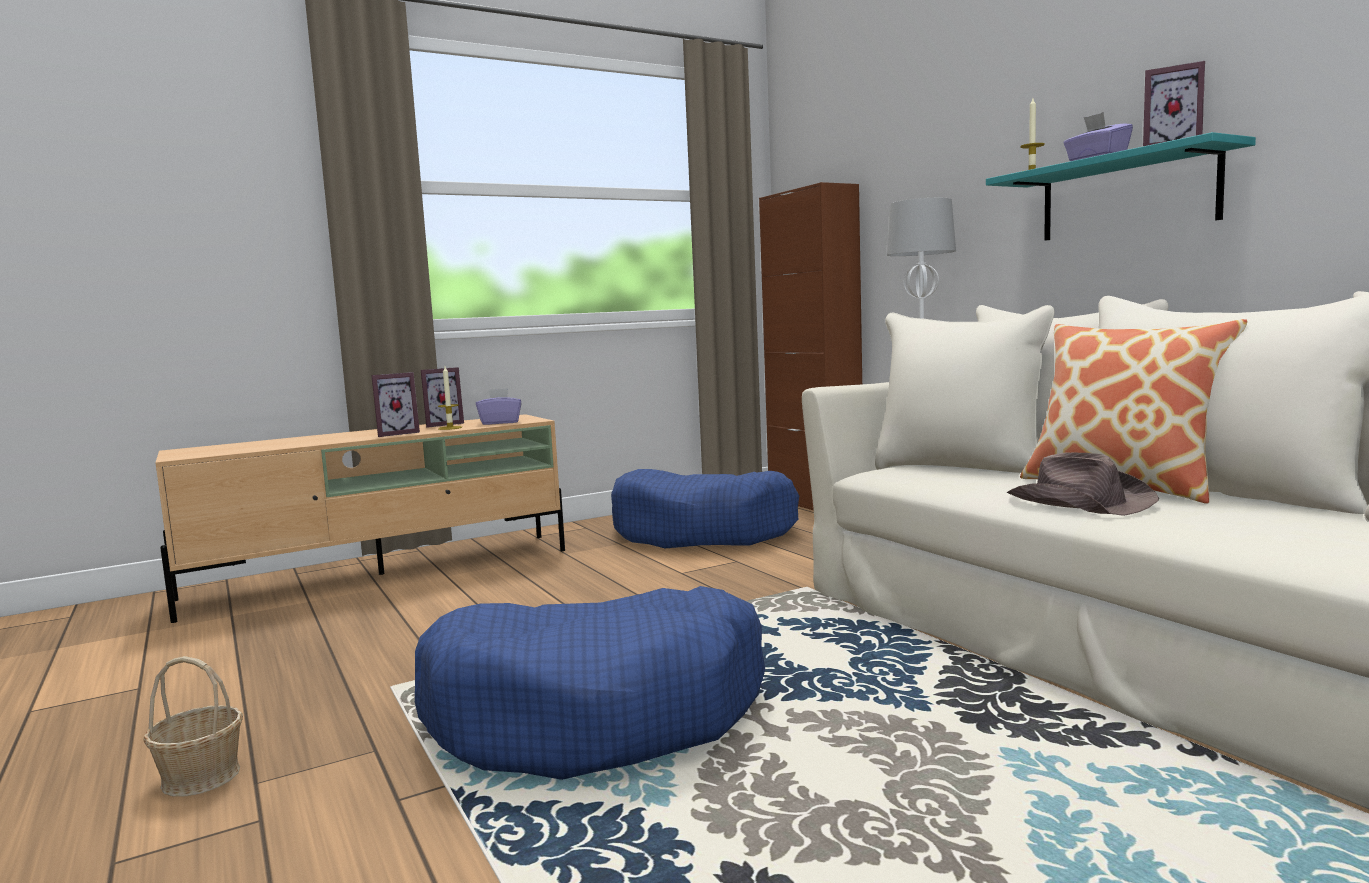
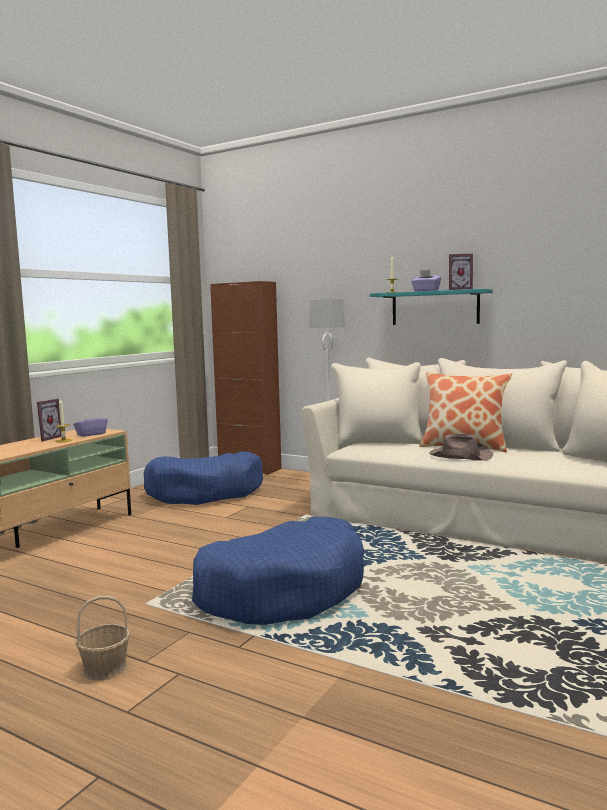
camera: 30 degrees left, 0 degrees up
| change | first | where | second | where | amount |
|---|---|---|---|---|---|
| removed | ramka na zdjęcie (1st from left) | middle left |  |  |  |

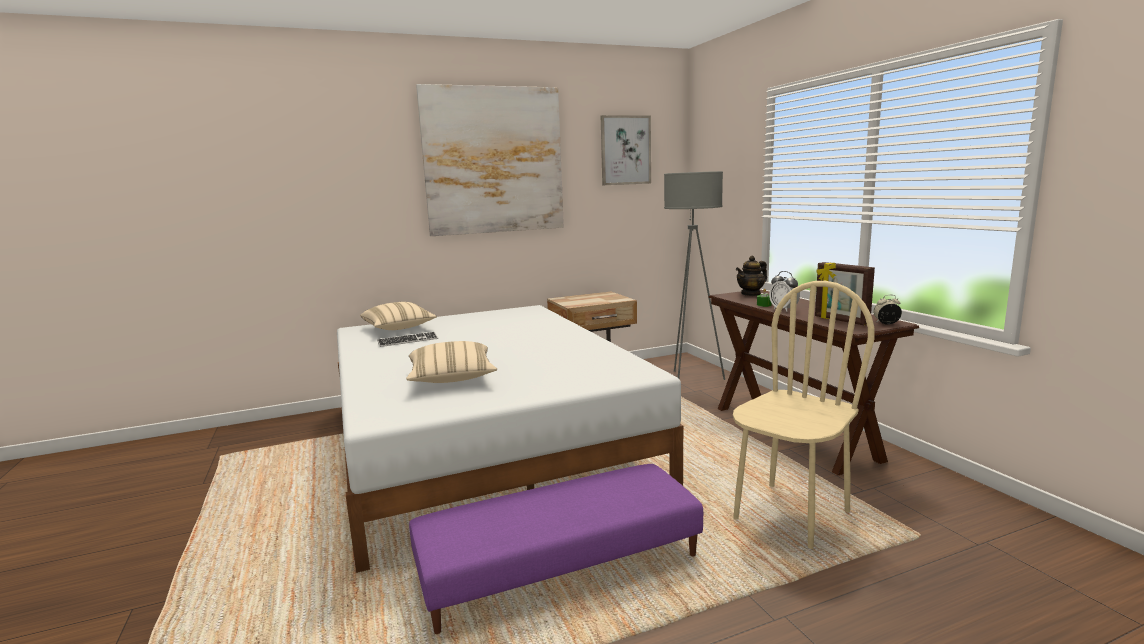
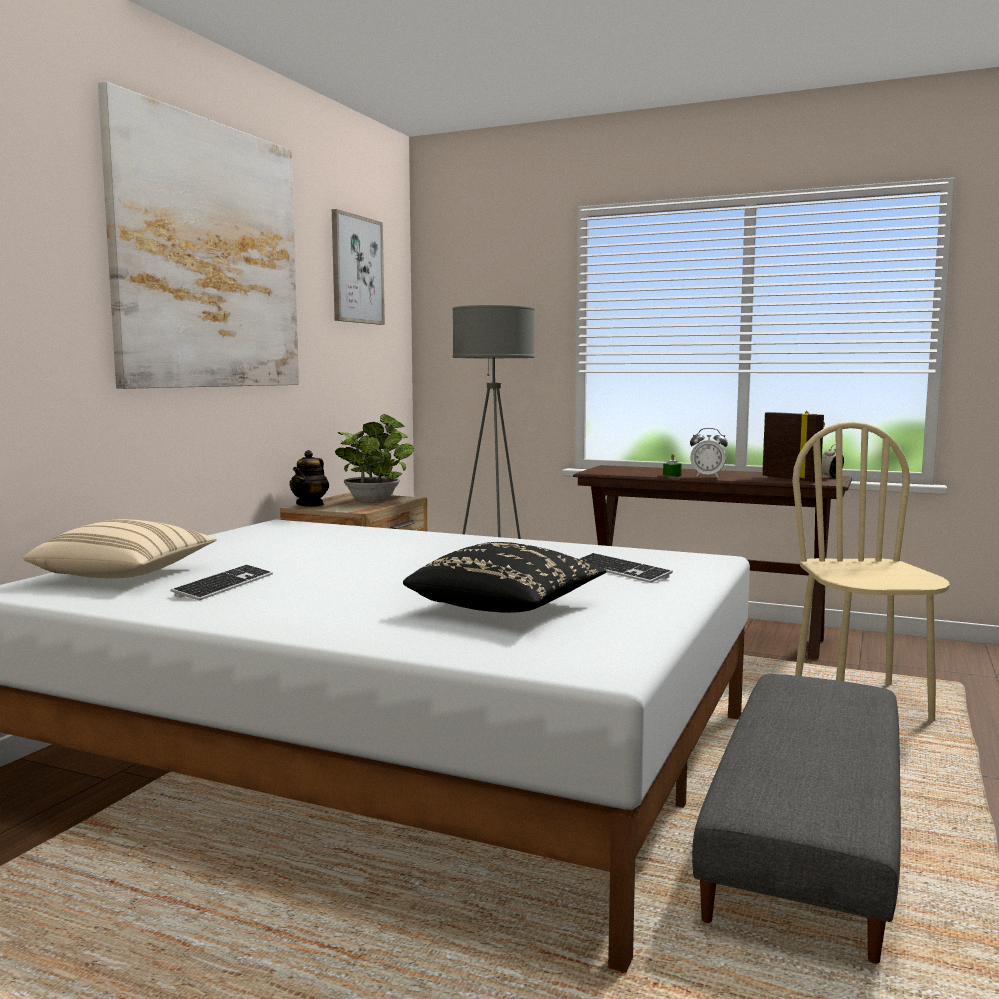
camera: 45 degrees left, 5 degrees down
| change | first | where | second | where | amount |
|---|---|---|---|---|---|
| recoloured | poduszka [beżowy] (2nd from left) | centre | poduszka [czarny] | centre |  |
| recoloured | pufa [fioletowy] | bottom centre | pufa [szary] | bottom right |  |
| moved | imbryk | centre |  | middle left |  |
| turned | ramka na zdjęcie | middle right |  | middle right | 135 degrees counterclockwise |
| added |  |  | roślina doniczkowa | centre |  |
| added |  |  | klawiatura (2nd from left) | centre |  |

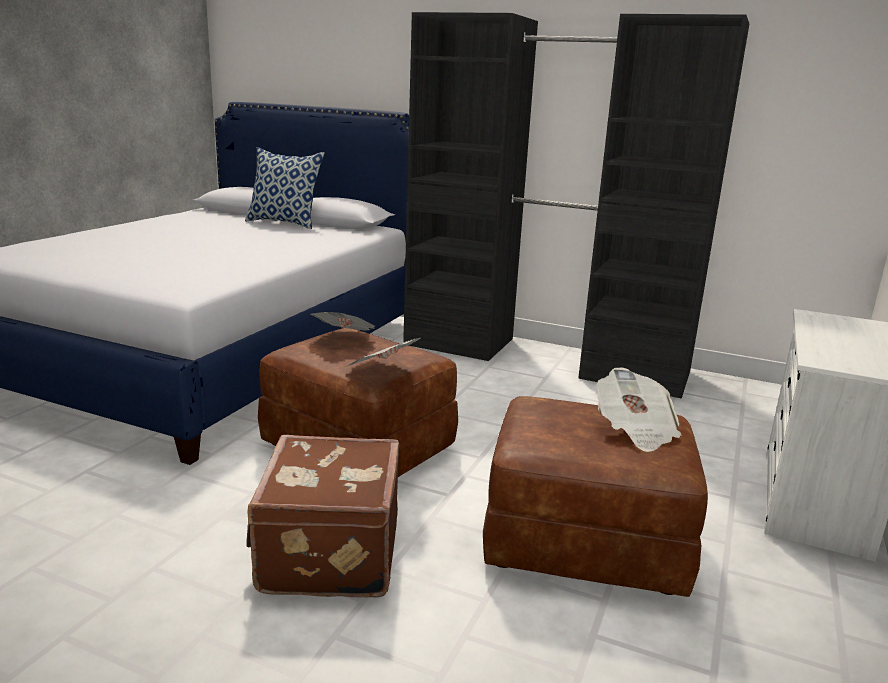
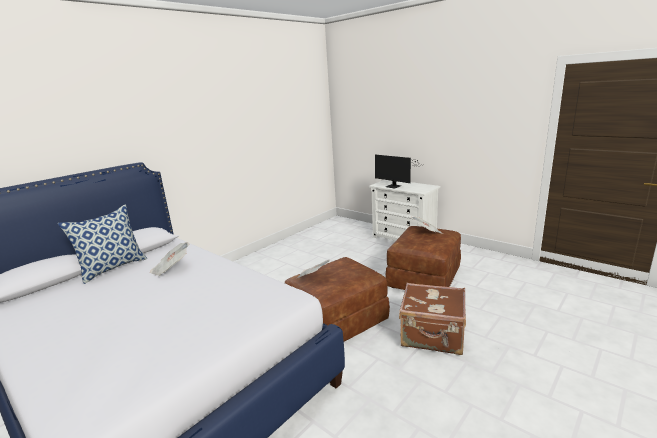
camera: 70 degrees left, 0 degrees up
| change | first | where | second | where | amount |
|---|---|---|---|---|---|
| moved | gazeta (2nd from left in the first image) | centre | gazeta (1st from left) | middle left |  |
| removed | szafa [czarny] | top centre |  |  |  |
| added |  |  | monitor | centre |  |

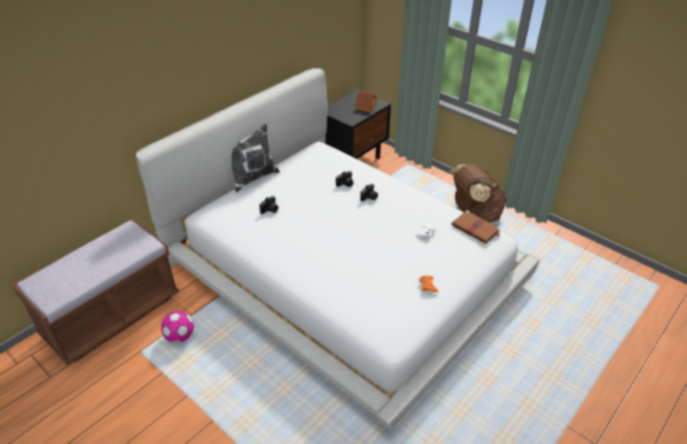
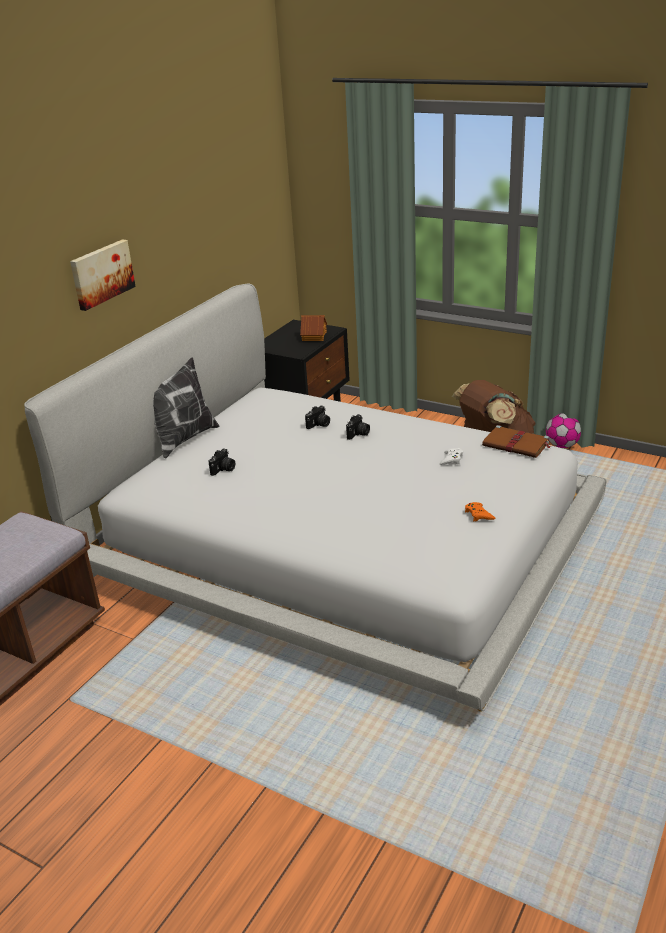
camera: 10 degrees left, 10 degrees down
| change | first | where | second | where | amount |
|---|---|---|---|---|---|
| moved | piłka futbolowa | bottom left |  | middle right |  |
| added |  |  | obraz | top left |  |

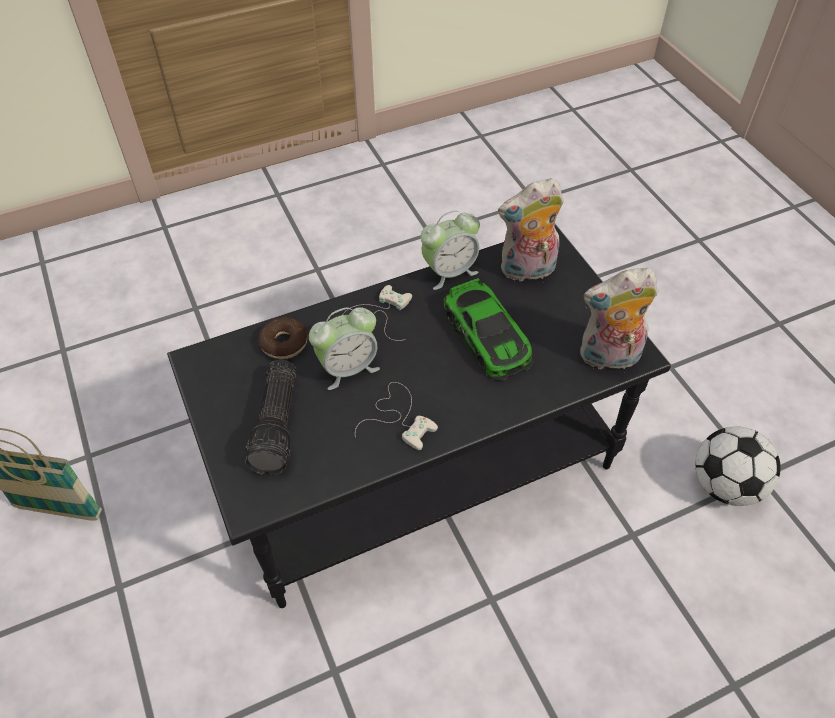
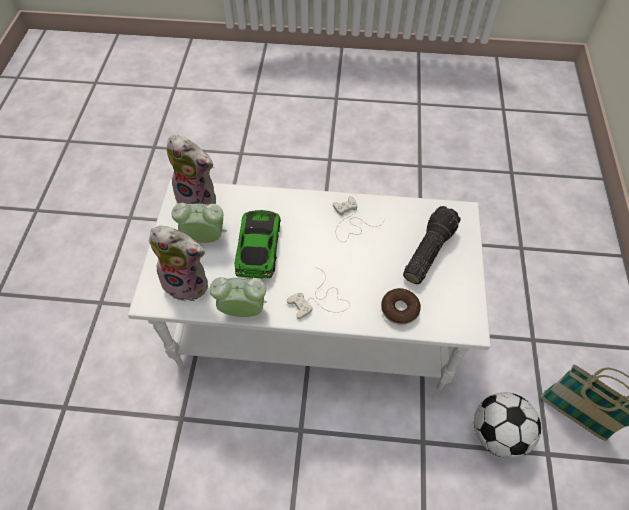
camera: 150 degrees left, 5 degrees up
| change | first | where | second | where | amount |
|---|---|---|---|---|---|
| recoloured | ława [czarny] | centre | ława [biały] | centre |  |
| moved | budzik (1st from left) | centre |  | middle left |  |
| moved | piłka futbolowa | middle right |  | bottom right |  |

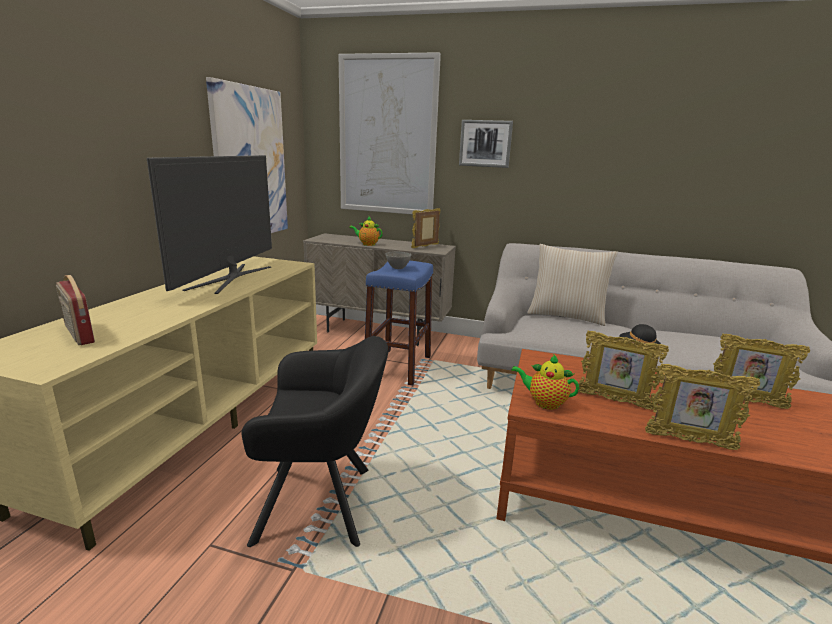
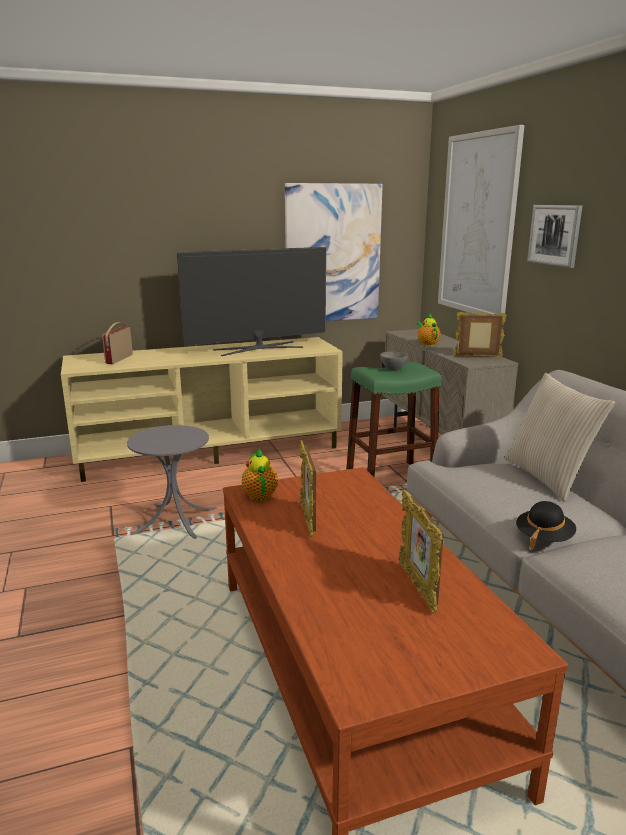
camera: 55 degrees right, 0 degrees up
| change | first | where | second | where | amount |
|---|---|---|---|---|---|
| replaced | fotel [czarny] | bottom centre | stolik [szary] | middle left |  |
| recoloured | stołek [niebieski] | centre | stołek [zielony] | centre |  |
| removed | ramka na zdjęcie (3rd from left) | middle right |  |  |  |

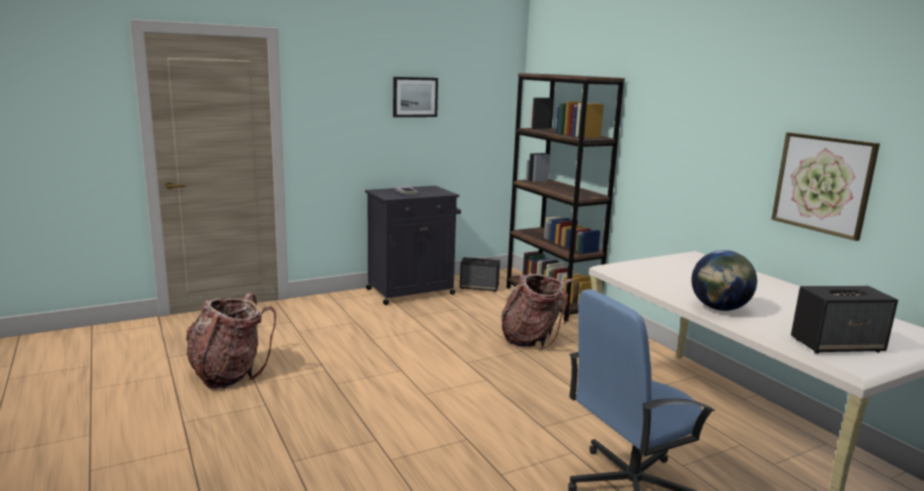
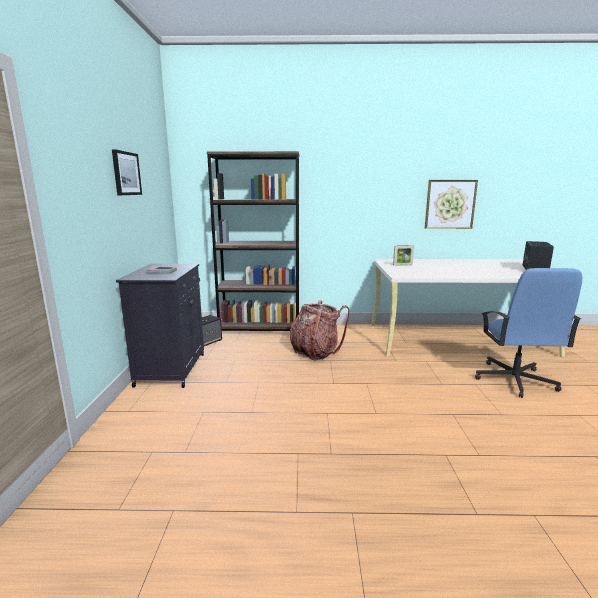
camera: 60 degrees left, 0 degrees up
| change | first | where | second | where | amount |
|---|---|---|---|---|---|
| removed | plecak (1st from left) | bottom left |  |  |  |
| removed | globus | middle right |  |  |  |
| added |  |  | ramka na zdjęcie | middle right |  |

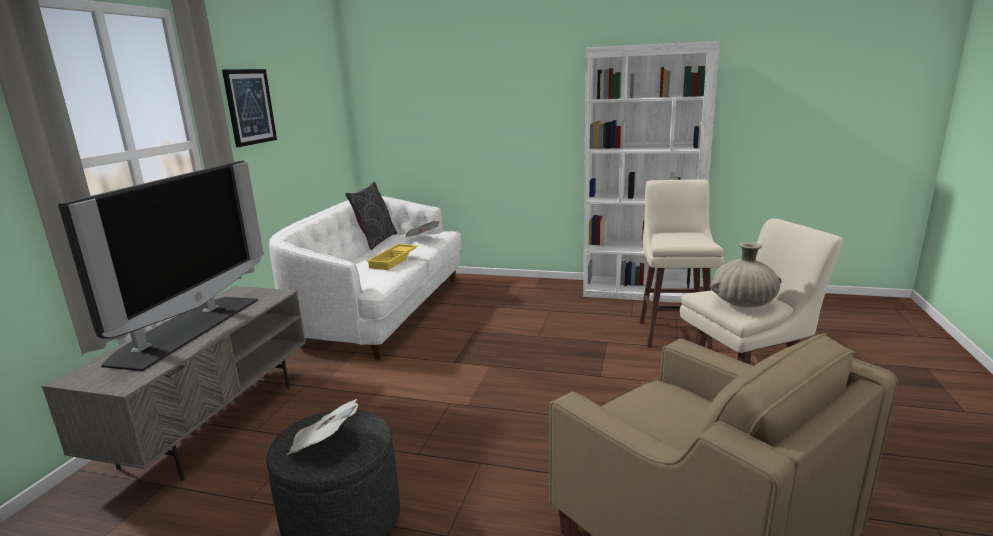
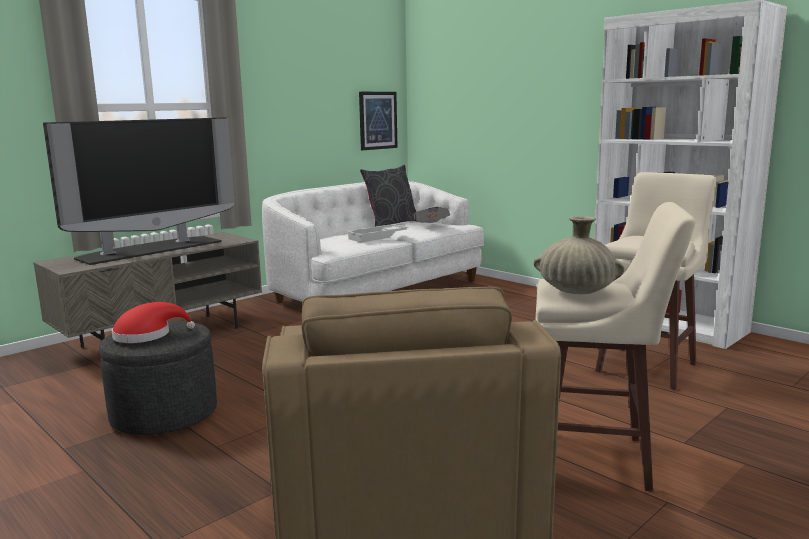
camera: 30 degrees right, 5 degrees down
| change | first | where | second | where | amount |
|---|---|---|---|---|---|
| moved | obraz | top left |  | top centre |  |
| replaced | gazeta (1st from left) | bottom left | kapelusz [czerwony] | middle left |  |
| recoloured | taca [żółty] | centre | taca [biały] | centre |  |

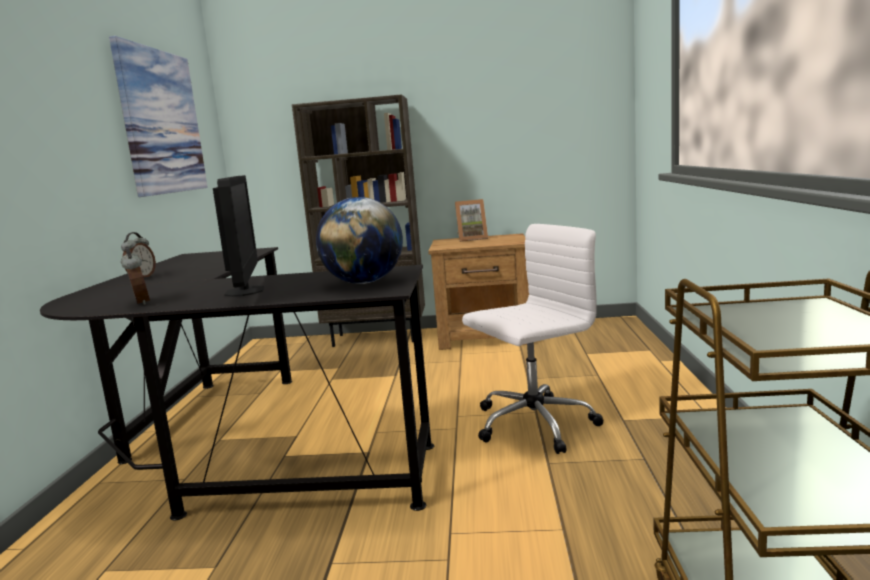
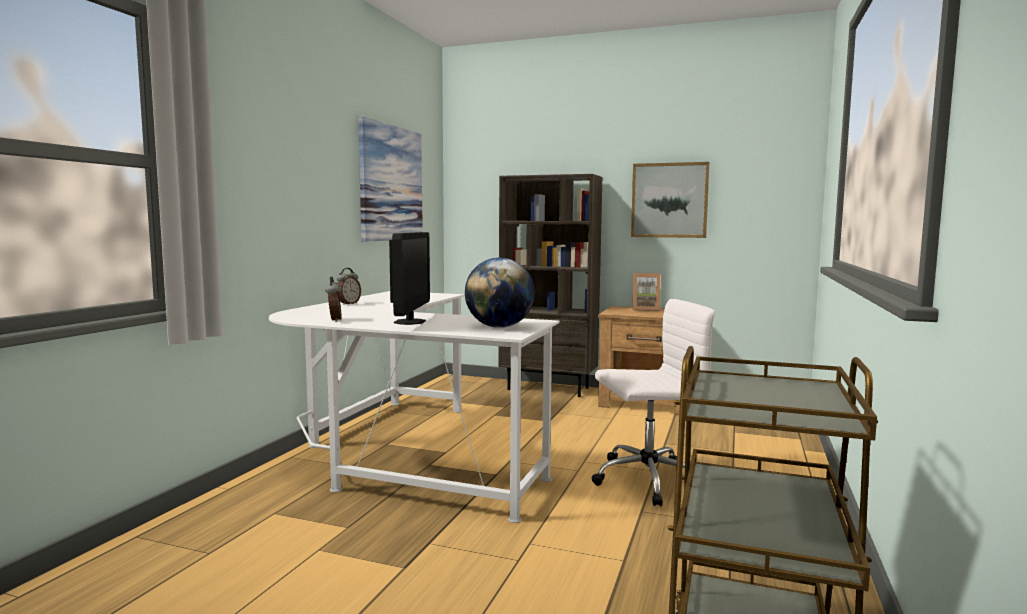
camera: 15 degrees right, 5 degrees down
| change | first | where | second | where | amount |
|---|---|---|---|---|---|
| recoloured | biurko [czarny] | middle left | biurko [biały] | centre |  |
| added |  |  | obraz (2nd from left) | top centre |  |

